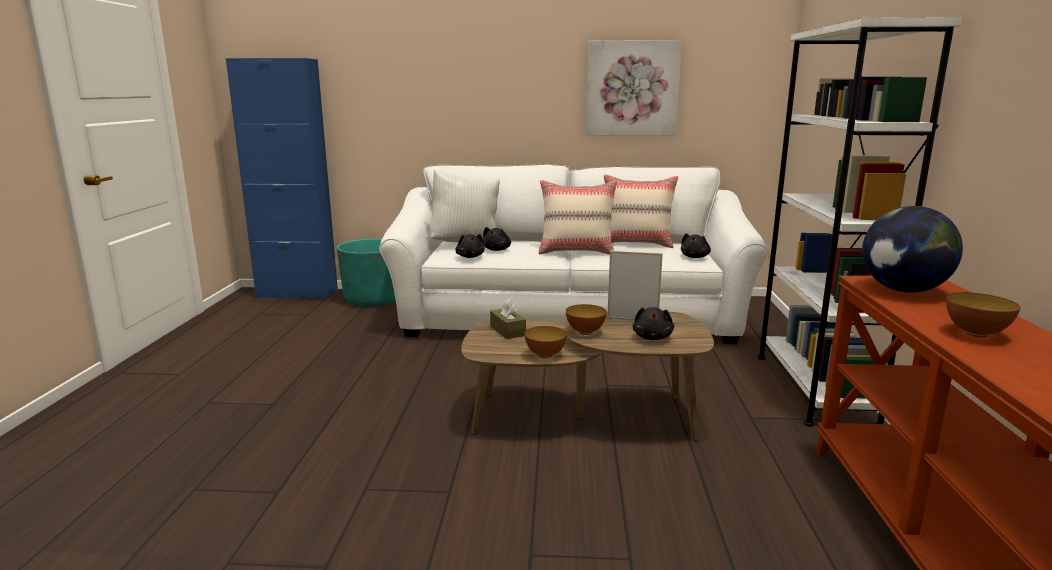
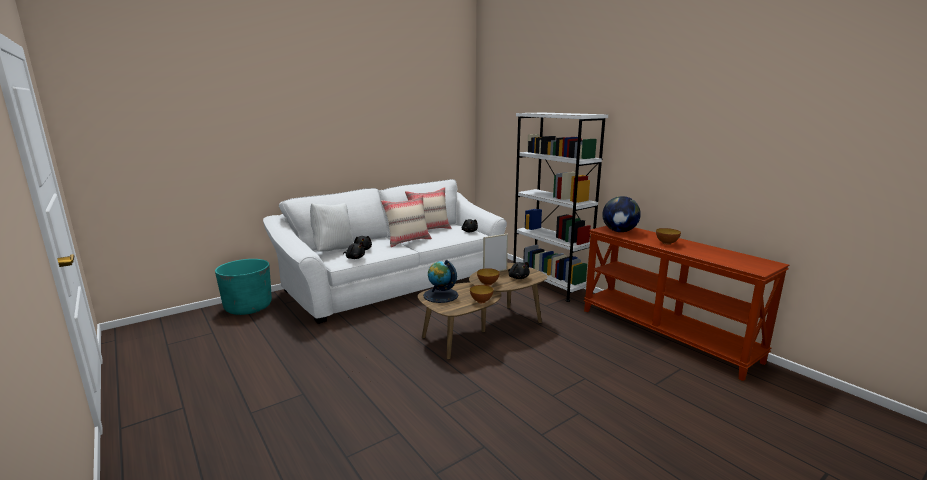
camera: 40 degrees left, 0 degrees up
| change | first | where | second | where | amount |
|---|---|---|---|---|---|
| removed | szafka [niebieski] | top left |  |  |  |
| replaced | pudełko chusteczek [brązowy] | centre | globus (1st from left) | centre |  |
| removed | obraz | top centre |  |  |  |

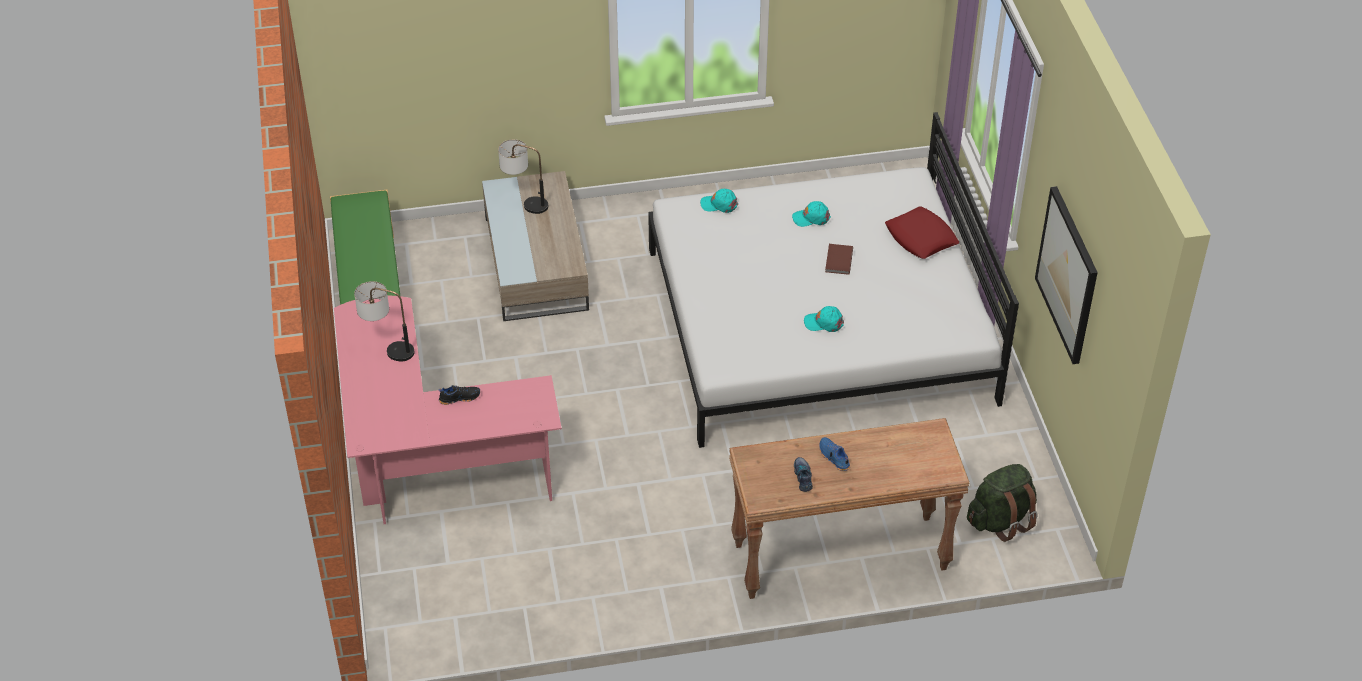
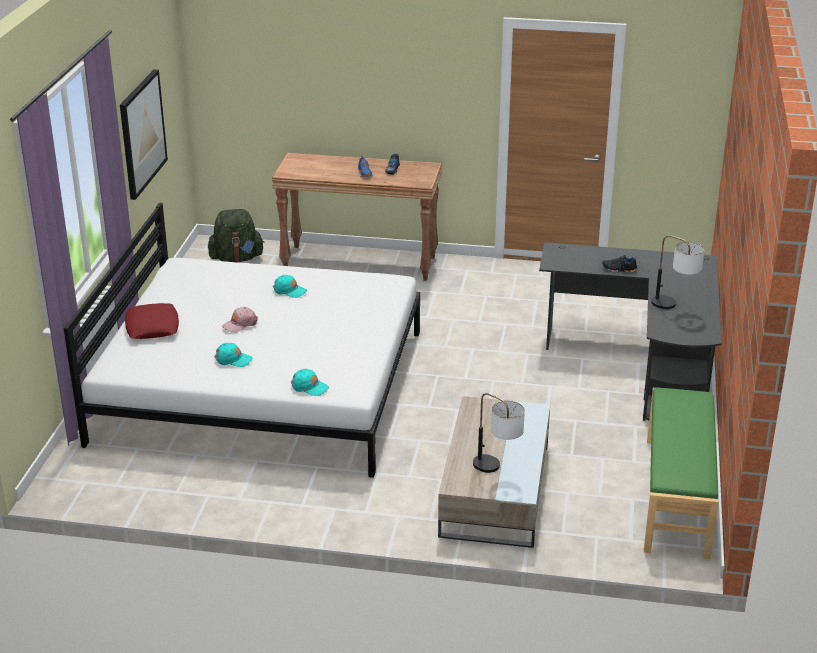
camera: 160 degrees left, 15 degrees down
| change | first | where | second | where | amount |
|---|---|---|---|---|---|
| recoloured | biurko [różowy] | middle left | biurko [czarny] | middle right |  |
| replaced | książka [brązowy] | centre | czapka z daszkiem [różowy] | middle left |  |

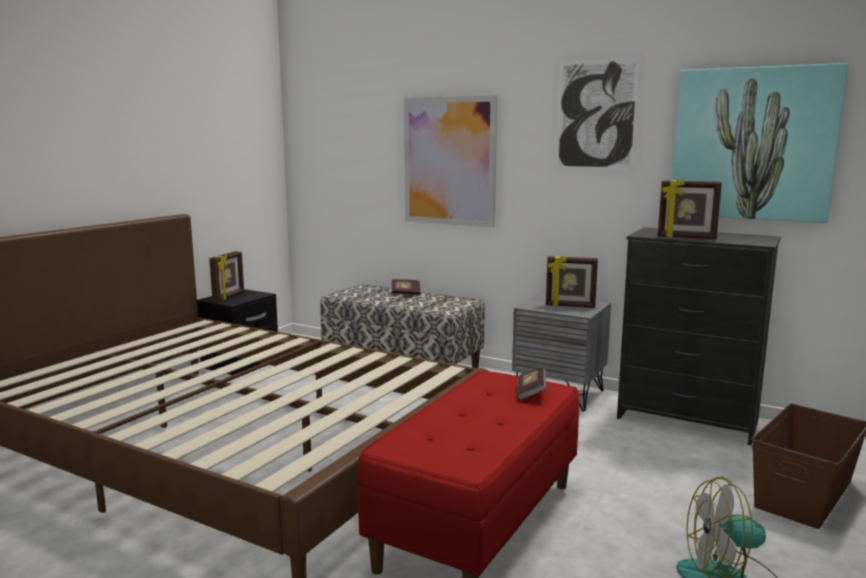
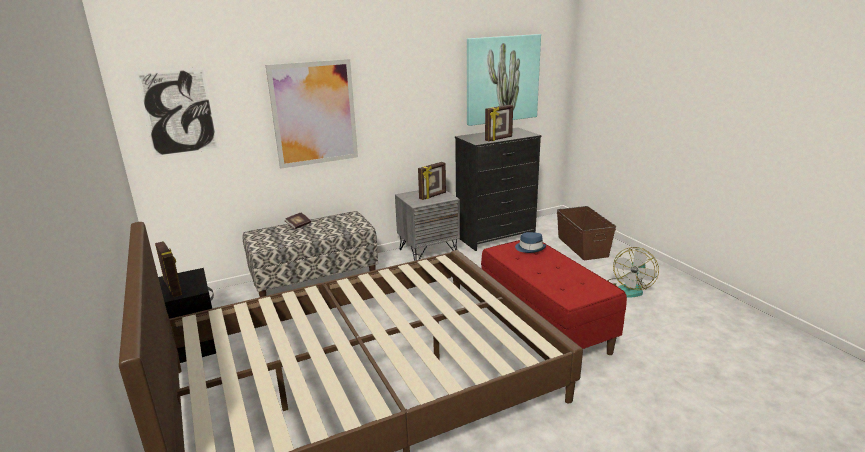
camera: 55 degrees left, 10 degrees up
| change | first | where | second | where | amount |
|---|---|---|---|---|---|
| replaced | książka (2nd from left) | centre | kapelusz [niebieski] | centre |  |
| moved | obraz (2nd from left in the first image) | top right | obraz (1st from left) | top left |  |

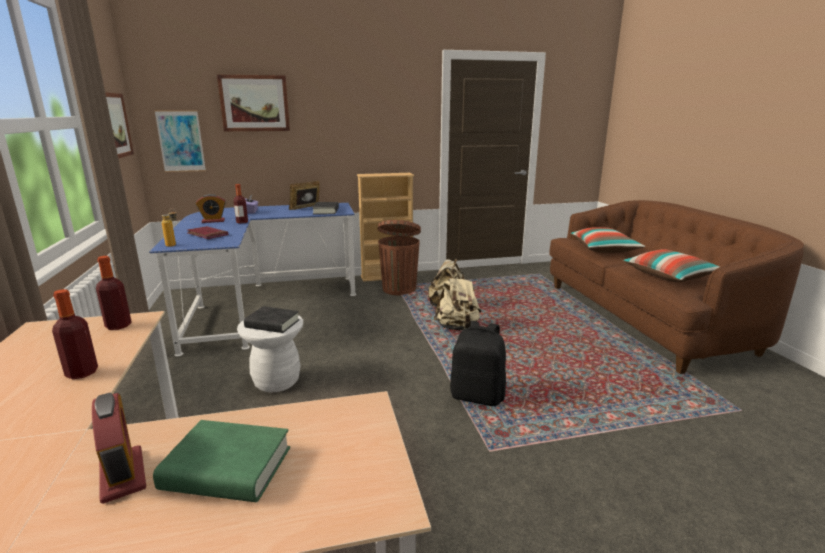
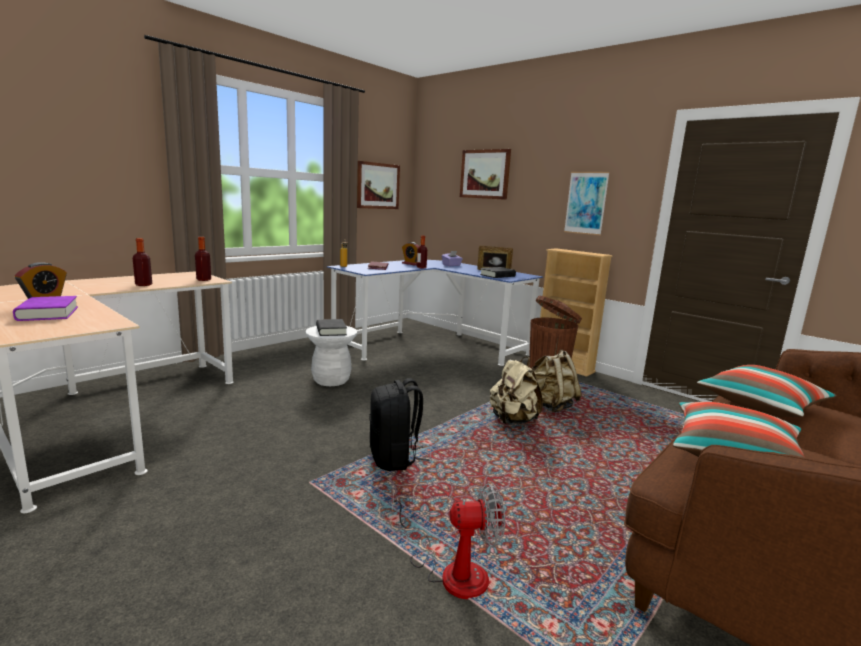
camera: 55 degrees right, 5 degrees down
| change | first | where | second | where | amount |
|---|---|---|---|---|---|
| recoloured | książka [zielony] | bottom left | książka [fioletowy] | middle left |  |
| moved | obraz (2nd from left in the first image) | top left | obraz (3rd from left) | top right |  |
| added |  |  | wentylator | bottom centre |  |

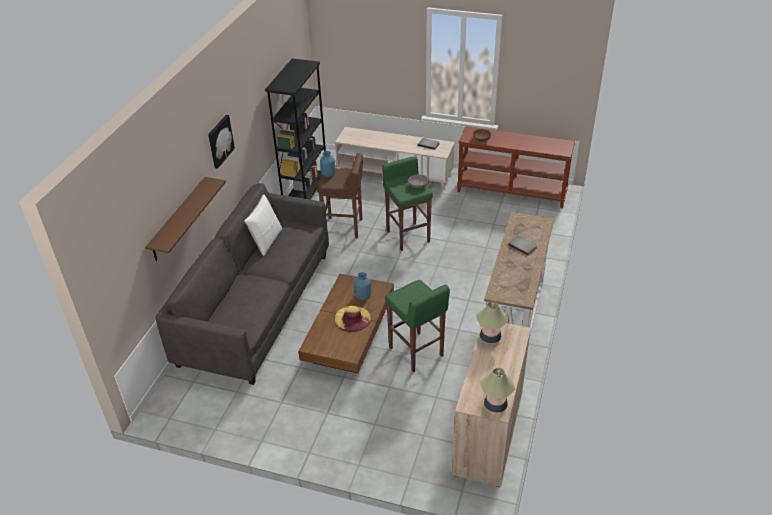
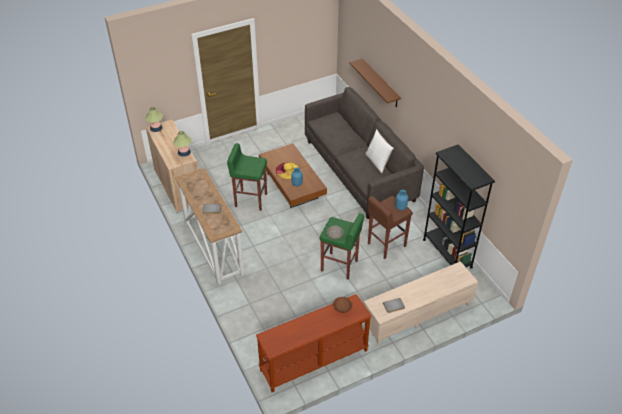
camera: 135 degrees right, 5 degrees up
| change | first | where | second | where | amount |
|---|---|---|---|---|---|
| removed | obraz | top left |  |  |  |

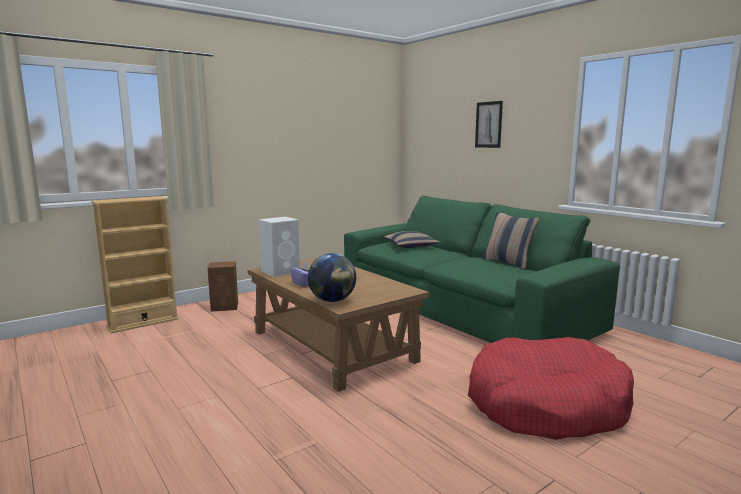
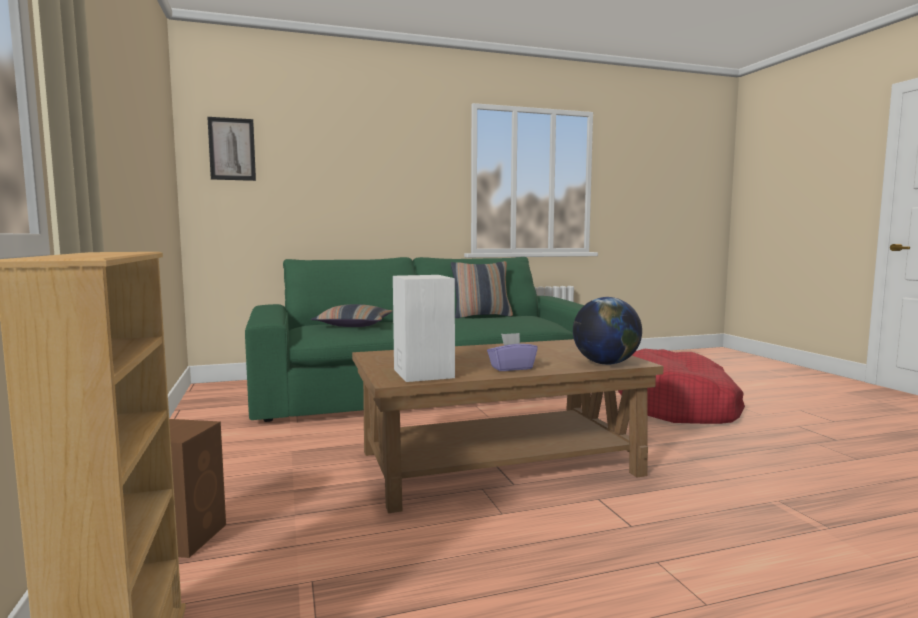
camera: 70 degrees left, 5 degrees down
| change | first | where | second | where | amount |
|---|---|---|---|---|---|
| moved | obraz | top centre |  | top left |  |

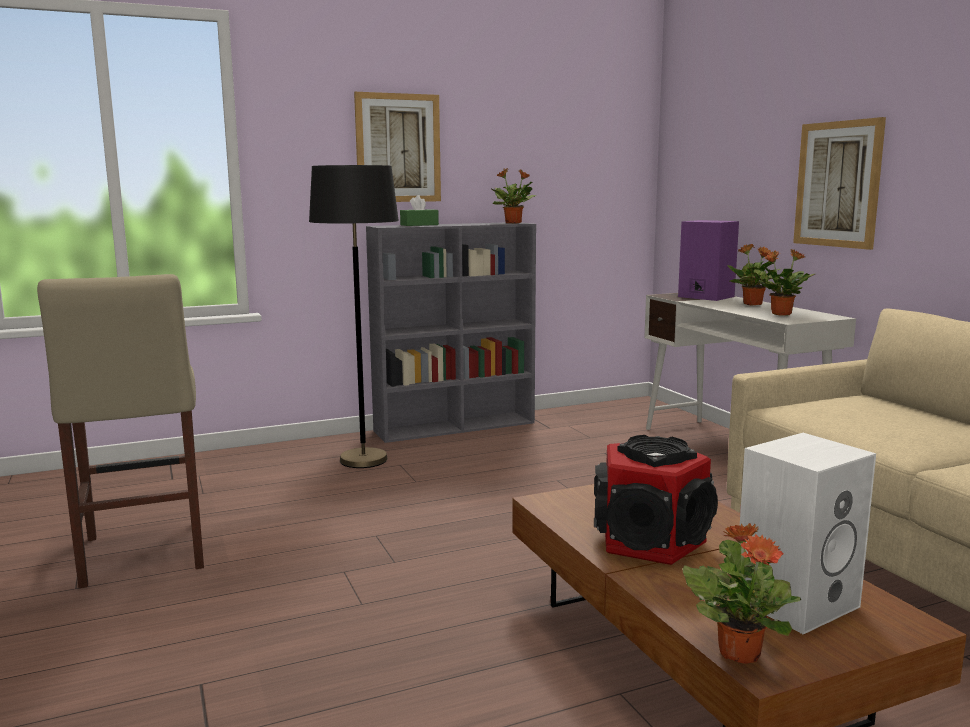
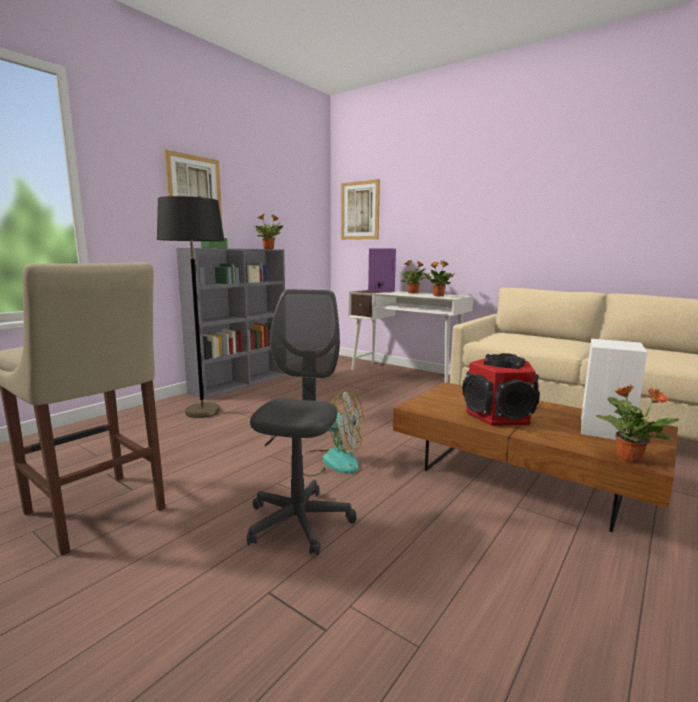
camera: 30 degrees left, 0 degrees up
| change | first | where | second | where | amount |
|---|---|---|---|---|---|
| moved | obraz (2nd from left) | top right |  | top centre |  |
| added |  |  | krzesło biurowe [szary] | centre |  |
| added |  |  | wentylator | centre |  |

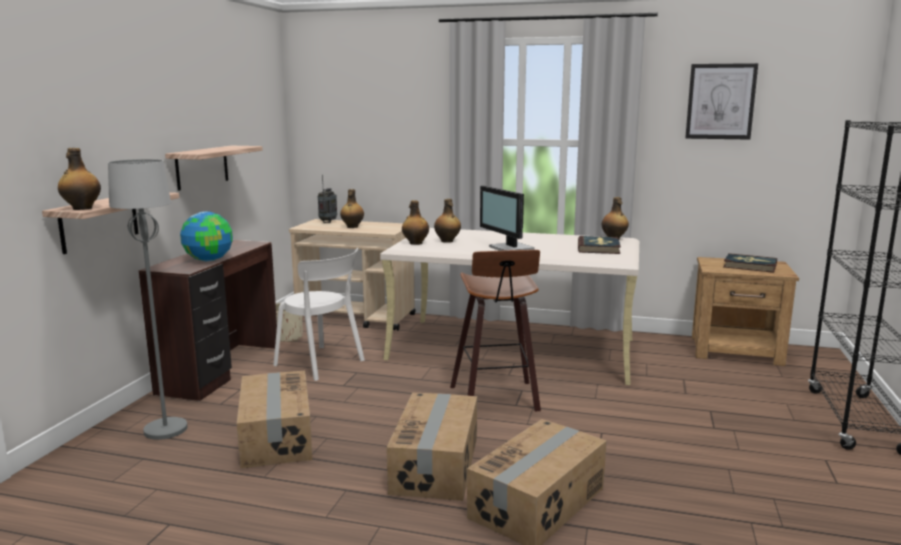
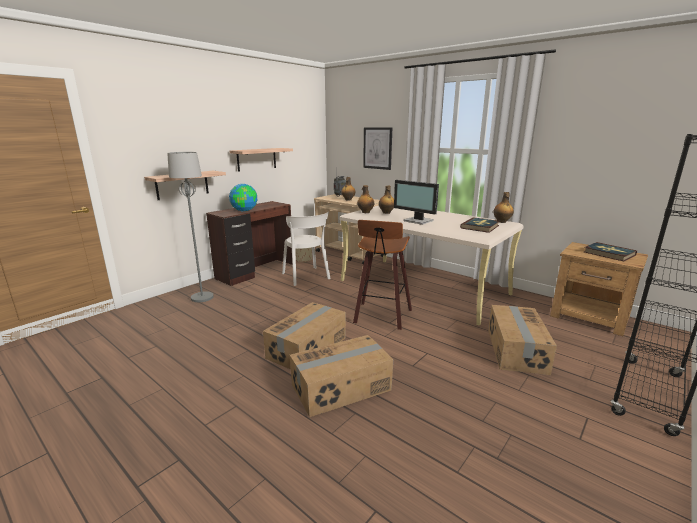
camera: 25 degrees right, 5 degrees up
| change | first | where | second | where | amount |
|---|---|---|---|---|---|
| removed | butelka (1st from left) | top left |  |  |  |
| moved | karton (1st from left in the first image) | bottom left | karton (3rd from left) | middle right |  |
| turned | monitor | centre |  | centre | 45 degrees counterclockwise |
| moved | obraz | top right |  | top centre |  |

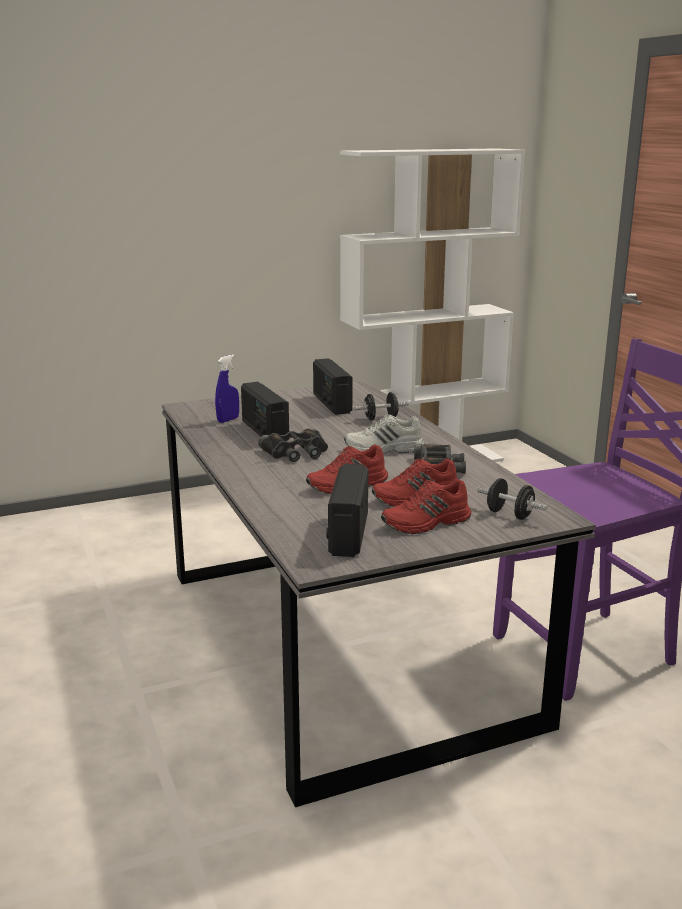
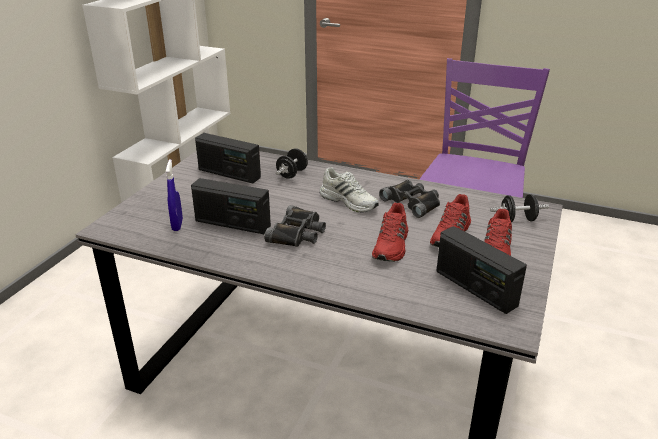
camera: 45 degrees left, 10 degrees up
| change | first | where | second | where | amount |
|---|---|---|---|---|---|
| turned | but [biały] | centre |  | centre | 90 degrees counterclockwise |

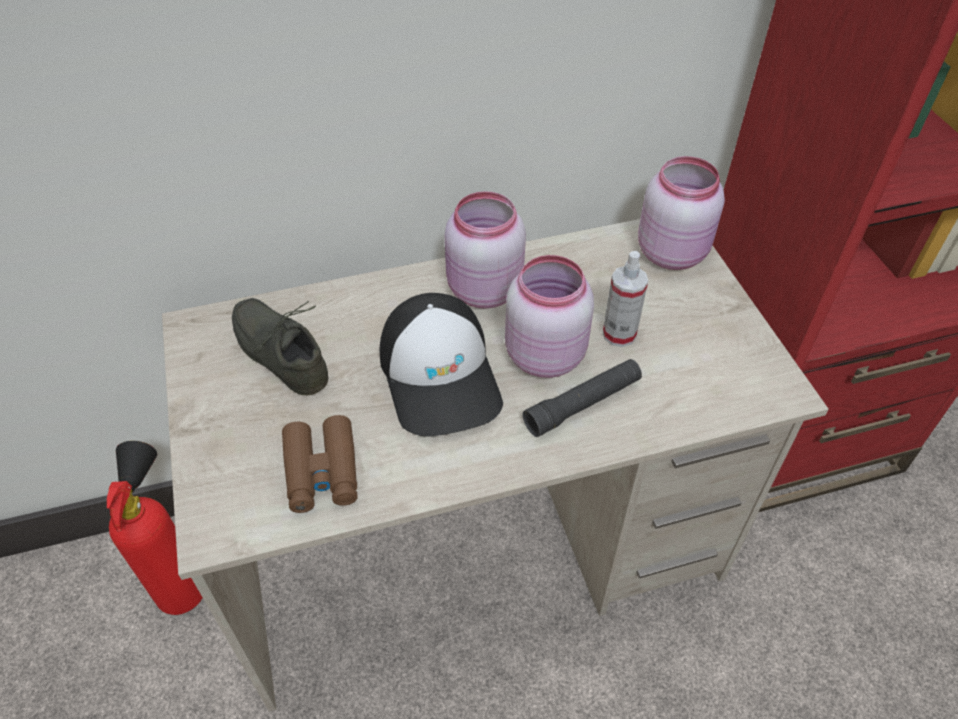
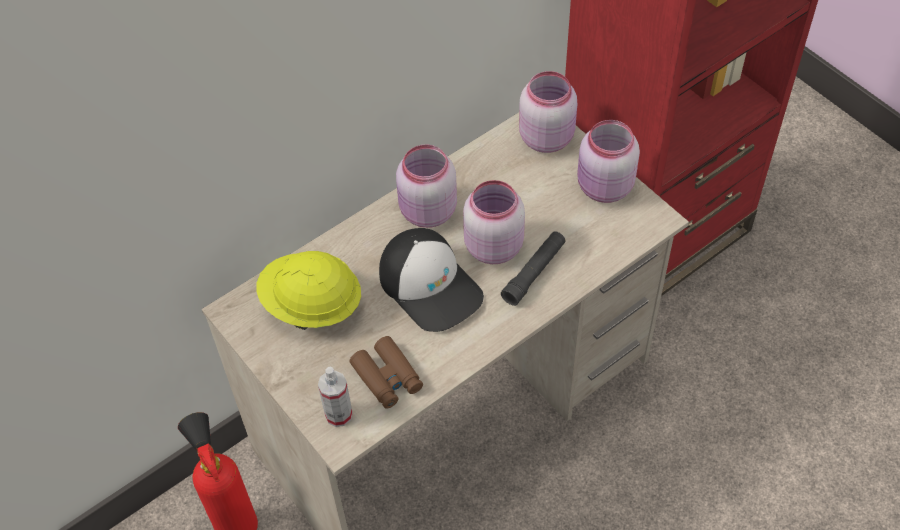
camera: 20 degrees left, 5 degrees up
| change | first | where | second | where | amount |
|---|---|---|---|---|---|
| replaced | but [szary] | middle left | kask [żółty] | centre |  |
| moved | spryskiwacz | centre |  | bottom centre |  |
| added |  |  | słoik [różowy] (4th from left) | top right |  |

